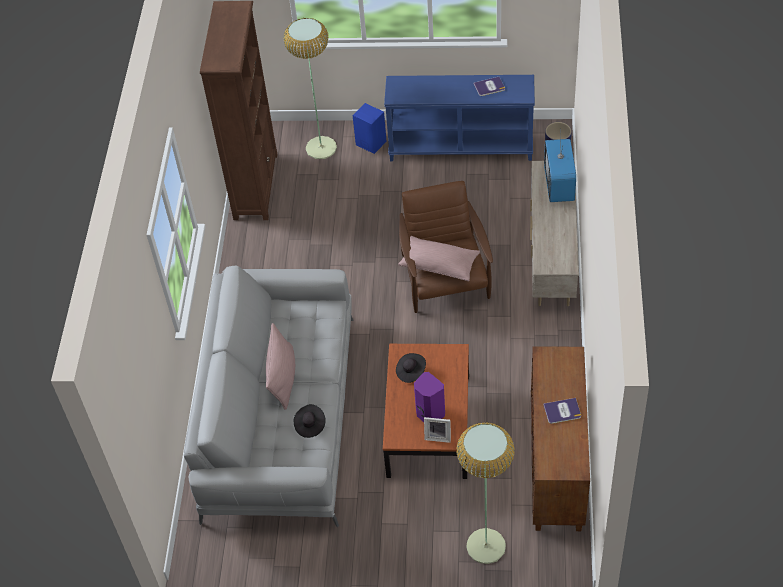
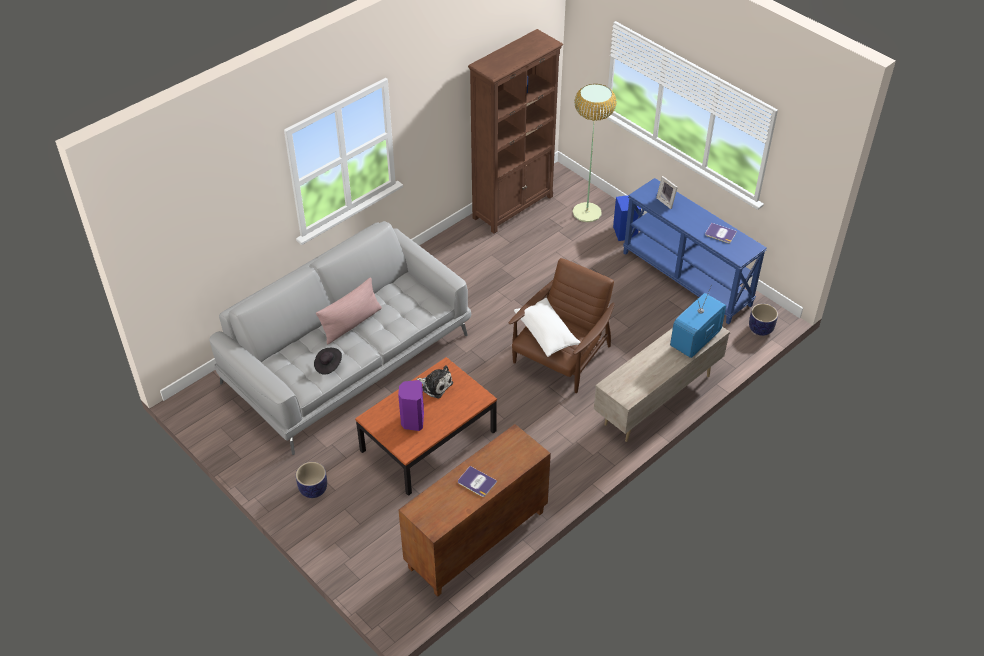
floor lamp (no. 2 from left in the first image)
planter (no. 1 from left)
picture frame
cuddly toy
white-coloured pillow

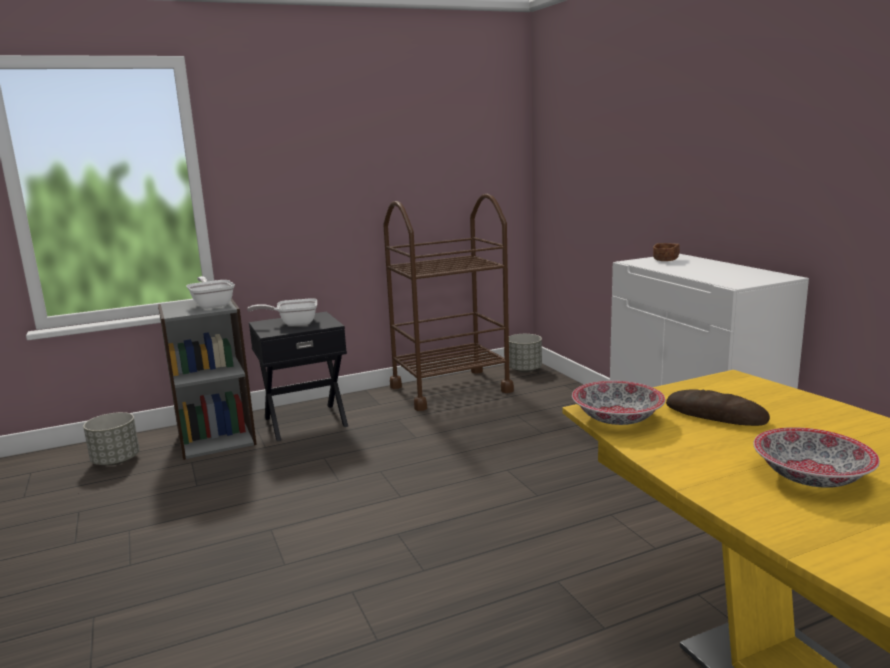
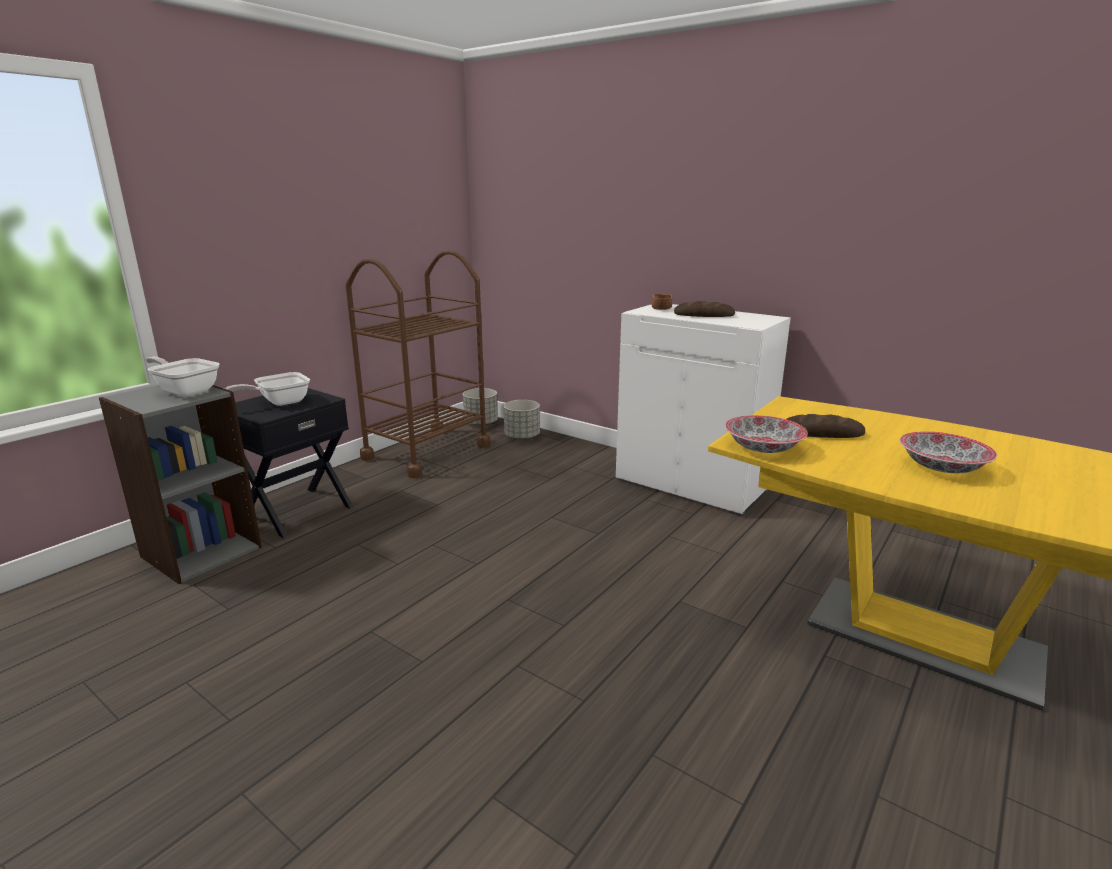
bread (no. 1 from left)
greyish planter (no. 2 from left)

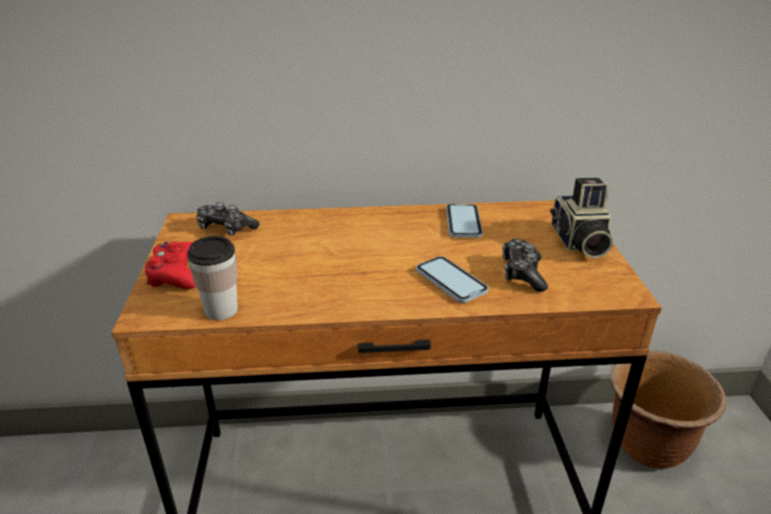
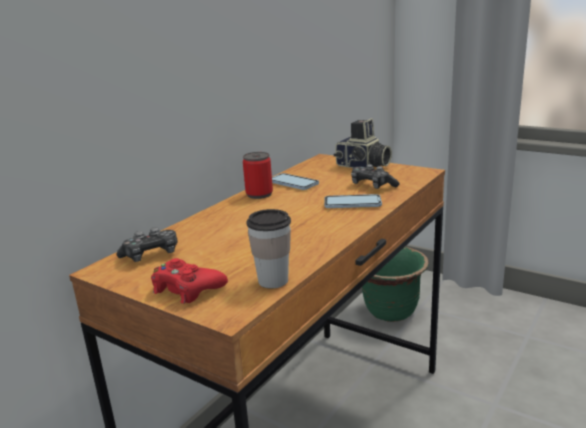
metal can
green-coloured planter

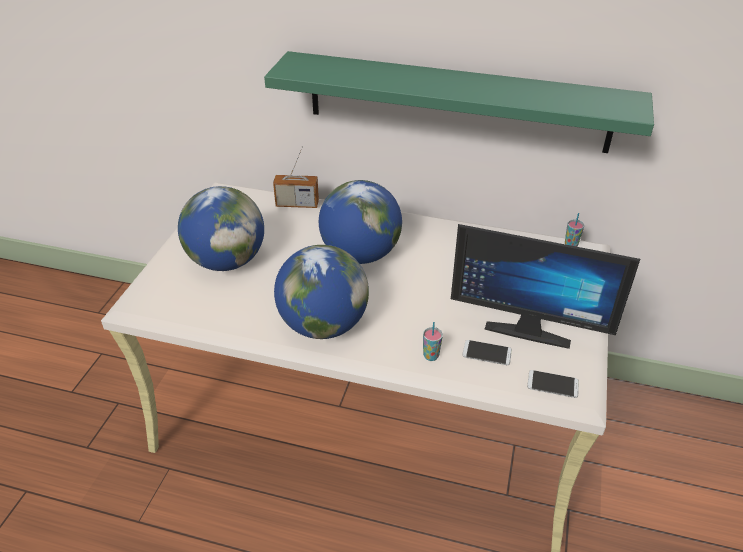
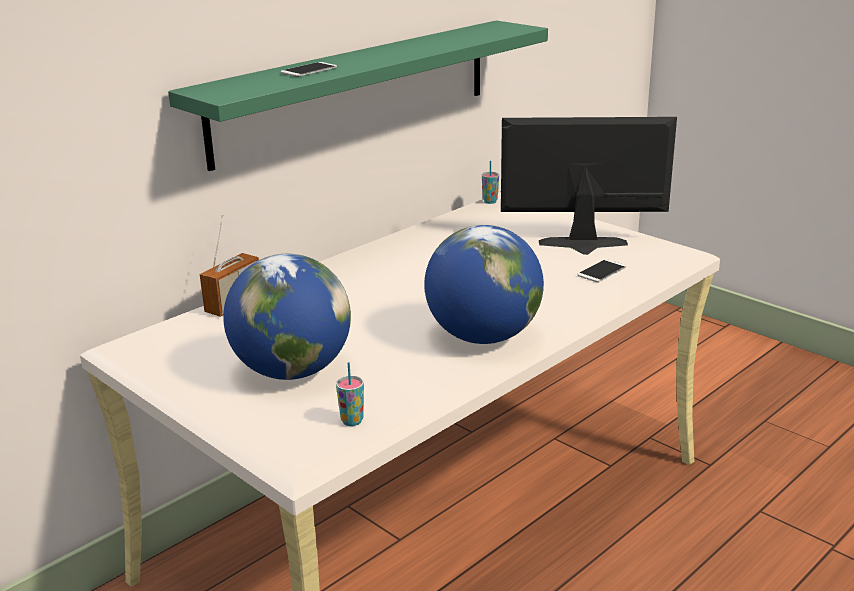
globe (no. 3 from left in the first image)
cup (no. 1 from left)
telephone (no. 1 from left)
computer display

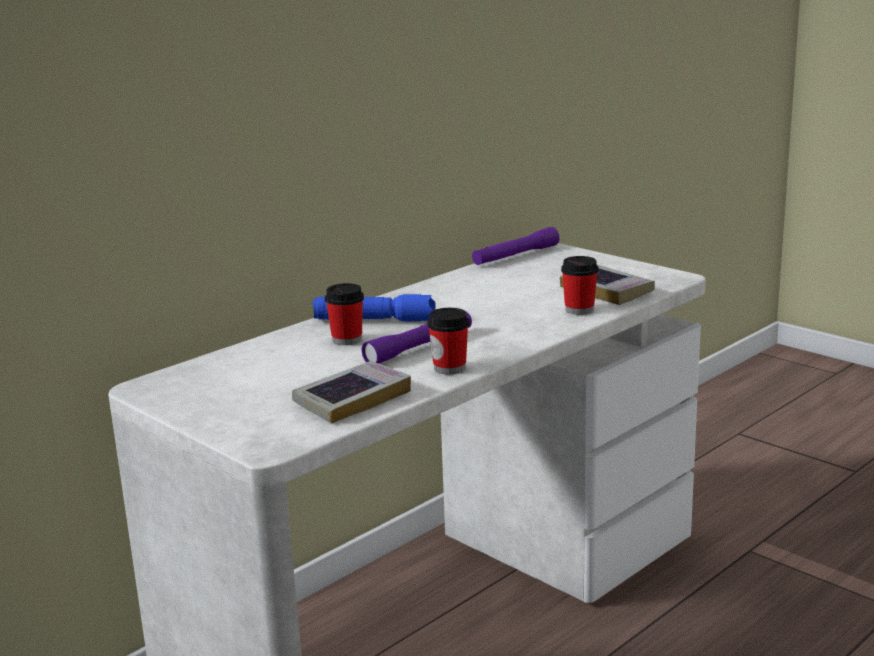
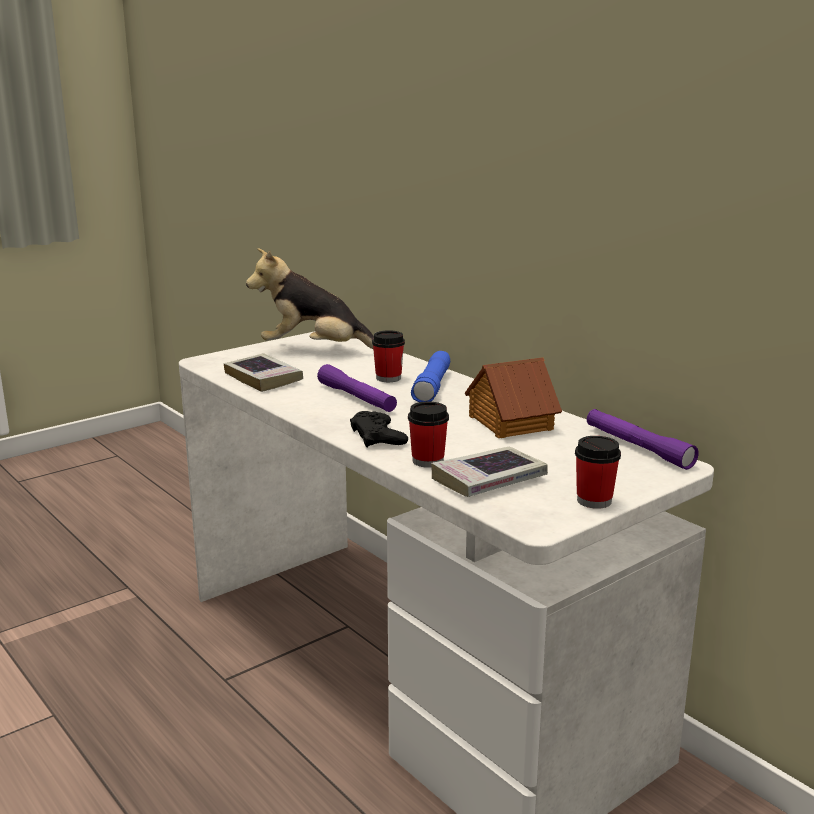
cuddly toy
blackish gamepad
miniature house
cup (no. 3 from left)

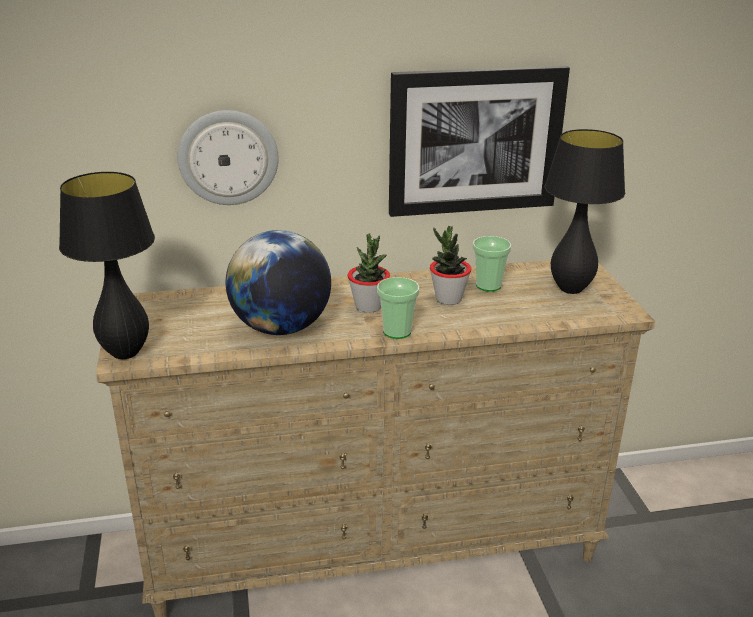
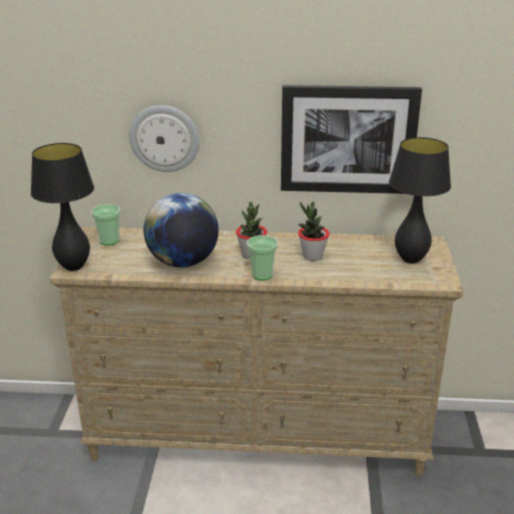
cup (no. 1 from left)

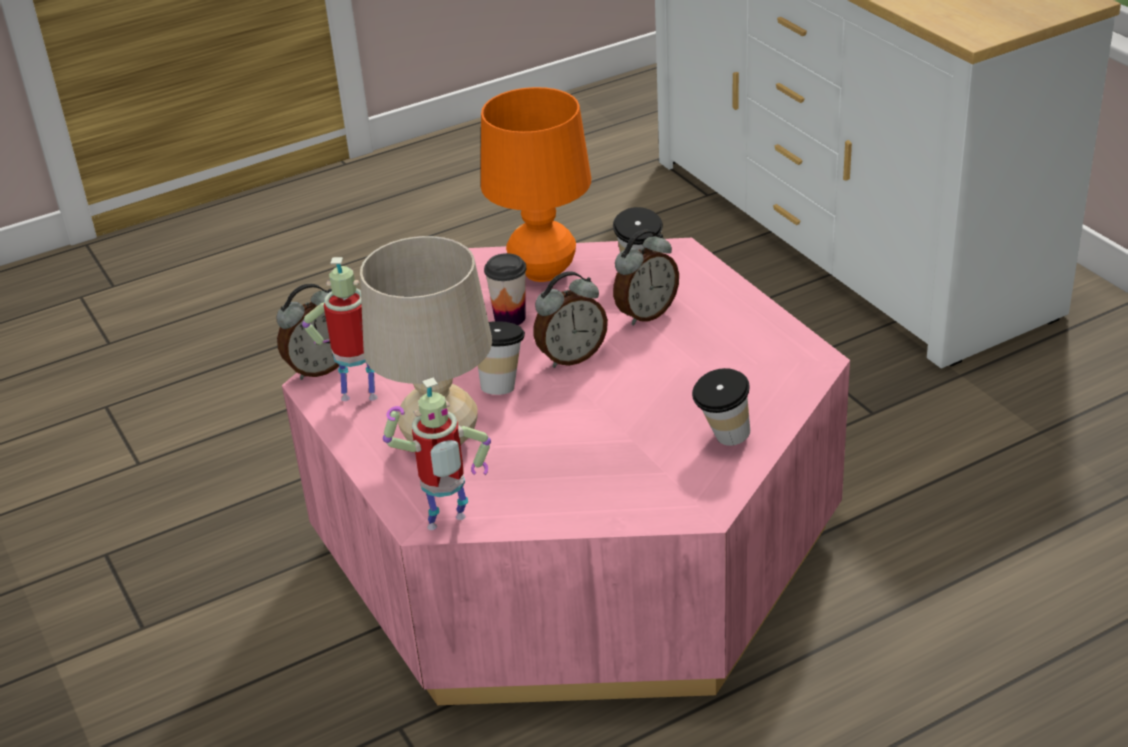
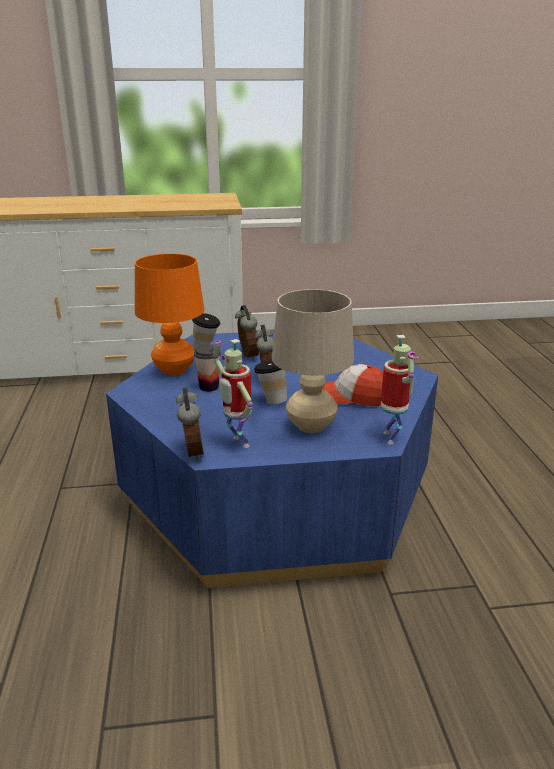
cup (no. 4 from left in the first image)
peaked cap
bluish low table
robot figure (no. 1 from left)

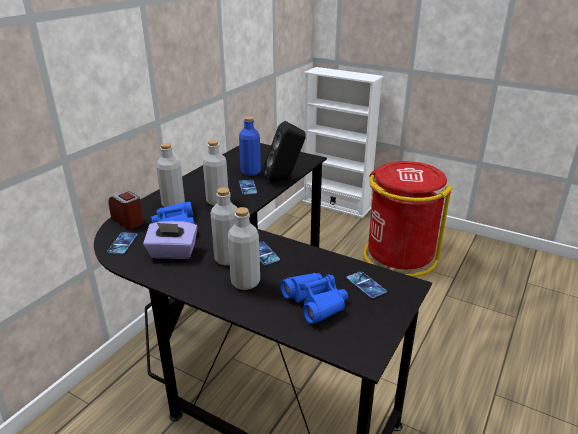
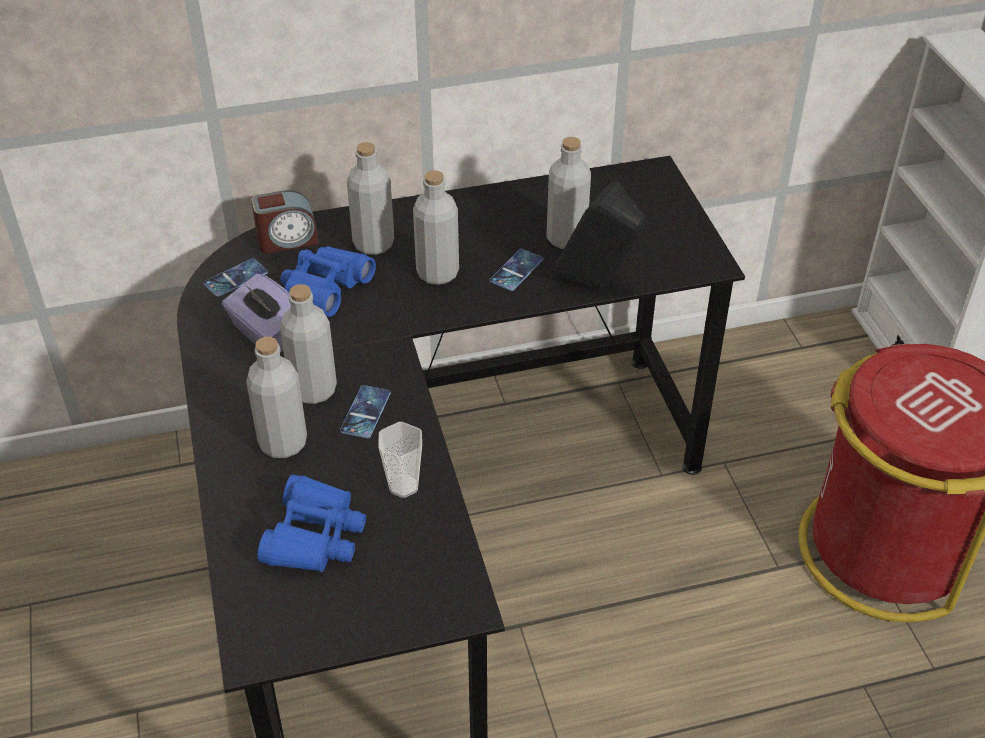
telephone (no. 4 from left in the first image)
cup
greyish beverage bottle (no. 5 from left)
bedside clock

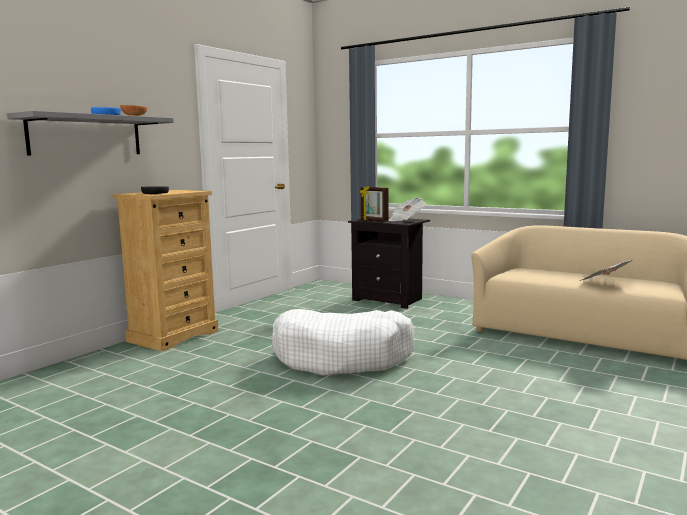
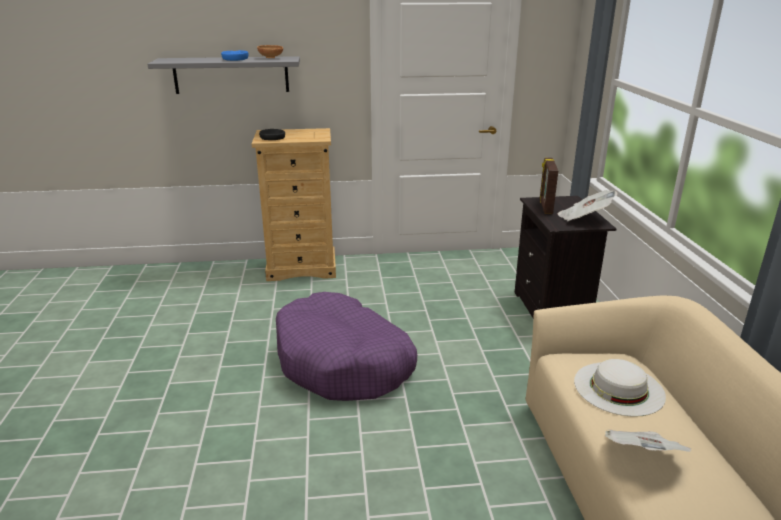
white-coloured wearable hat
purplish dog bed

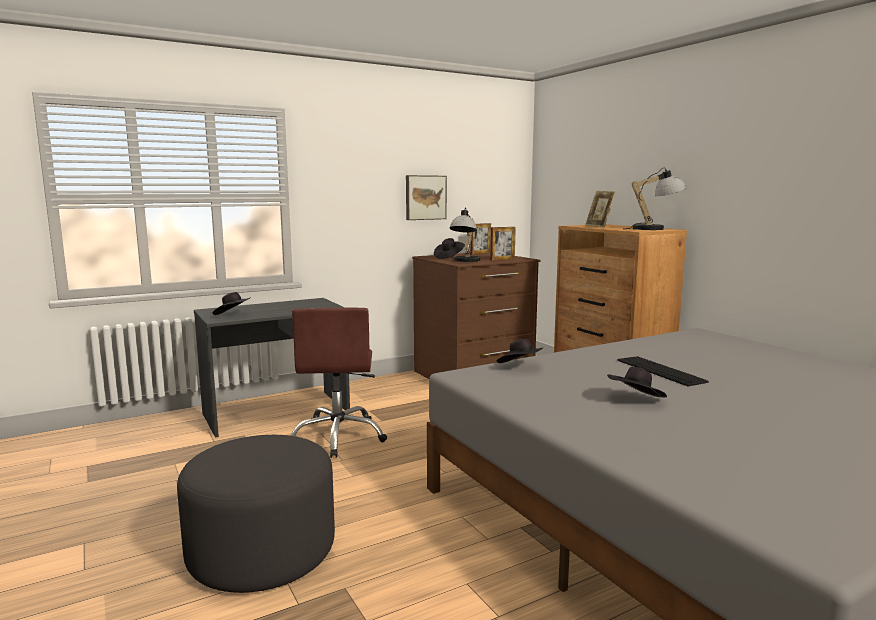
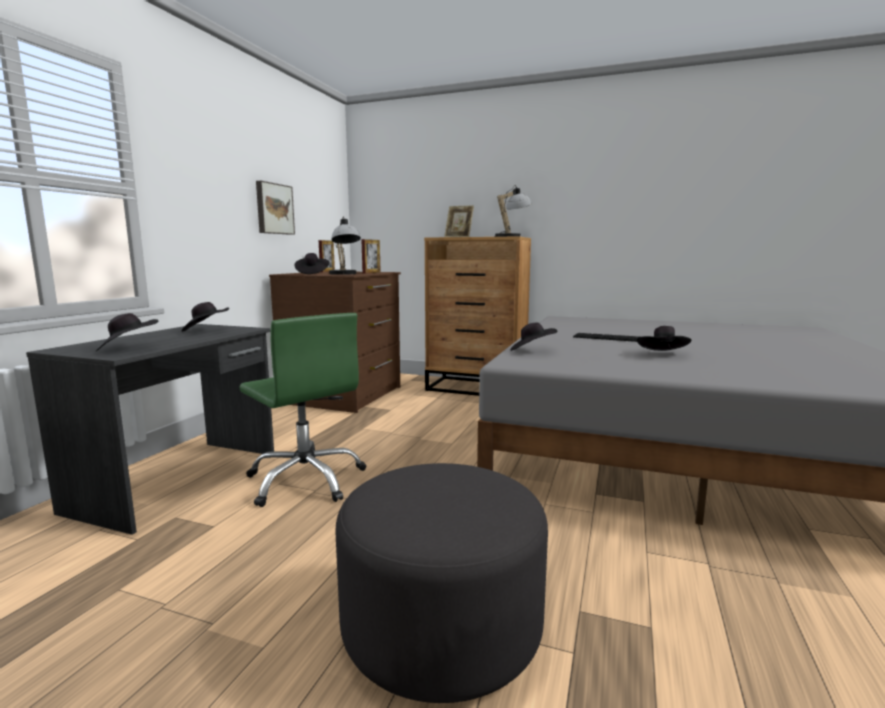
blackish wearable hat (no. 2 from left)
green-coloured desk chair

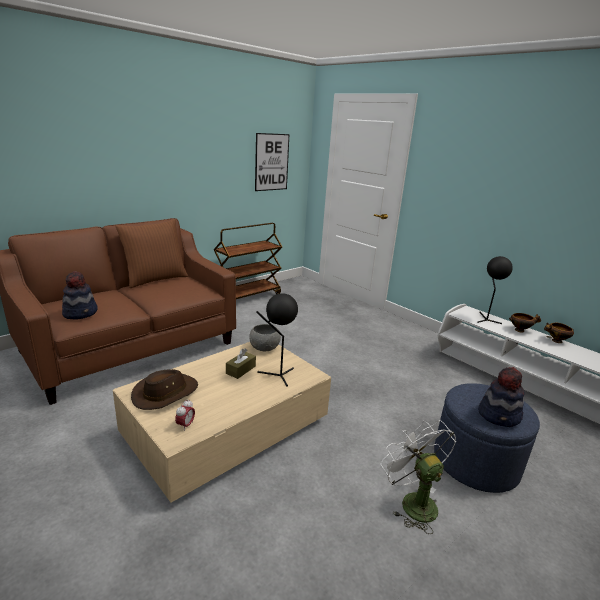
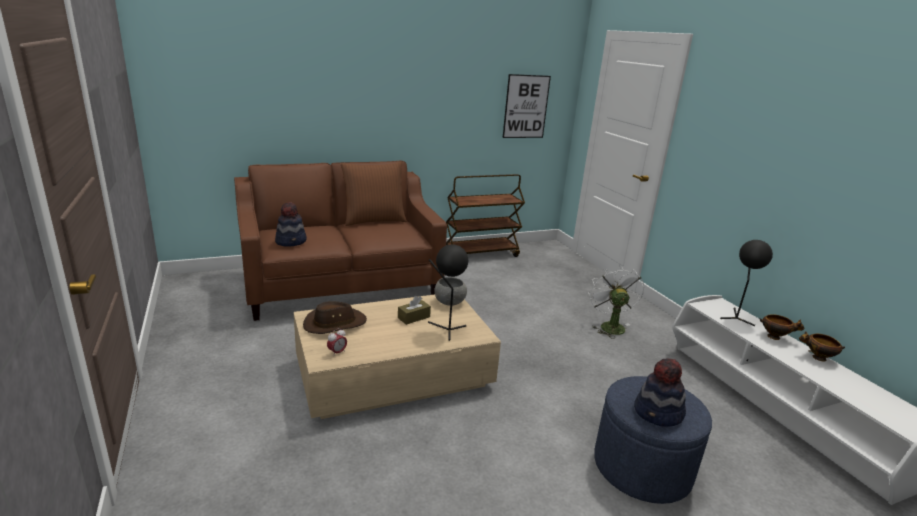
white-coloured cooling fan

